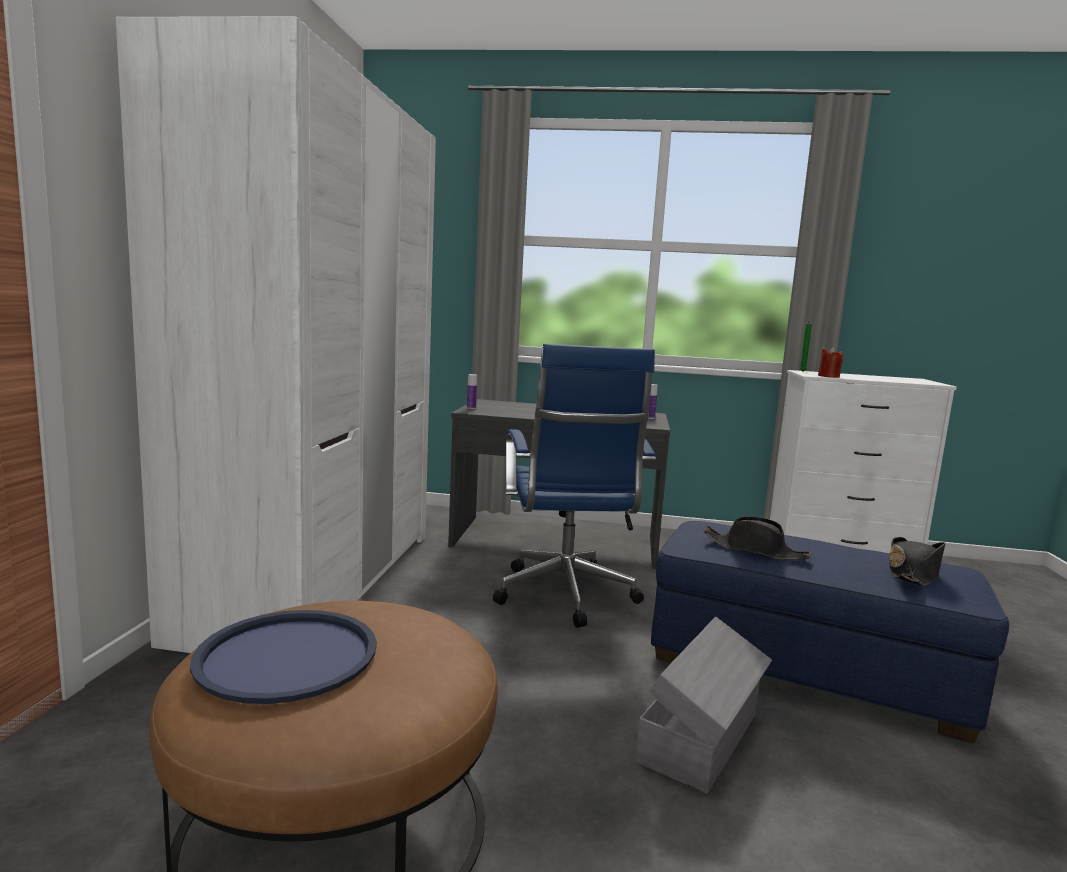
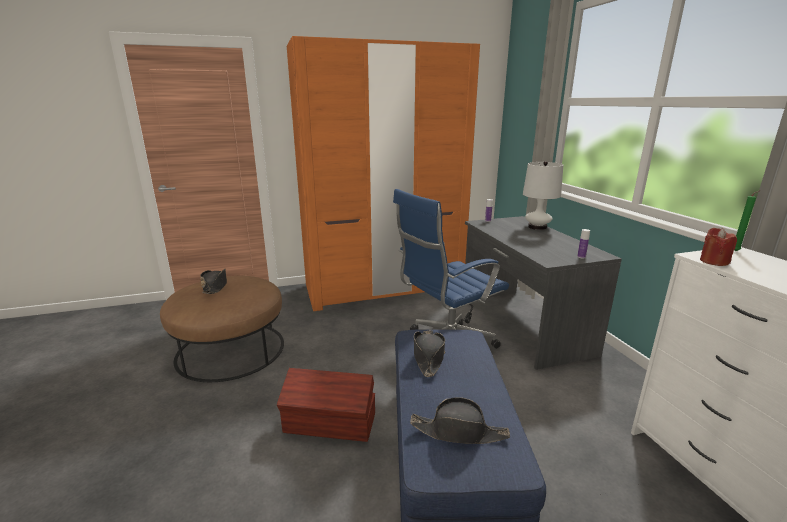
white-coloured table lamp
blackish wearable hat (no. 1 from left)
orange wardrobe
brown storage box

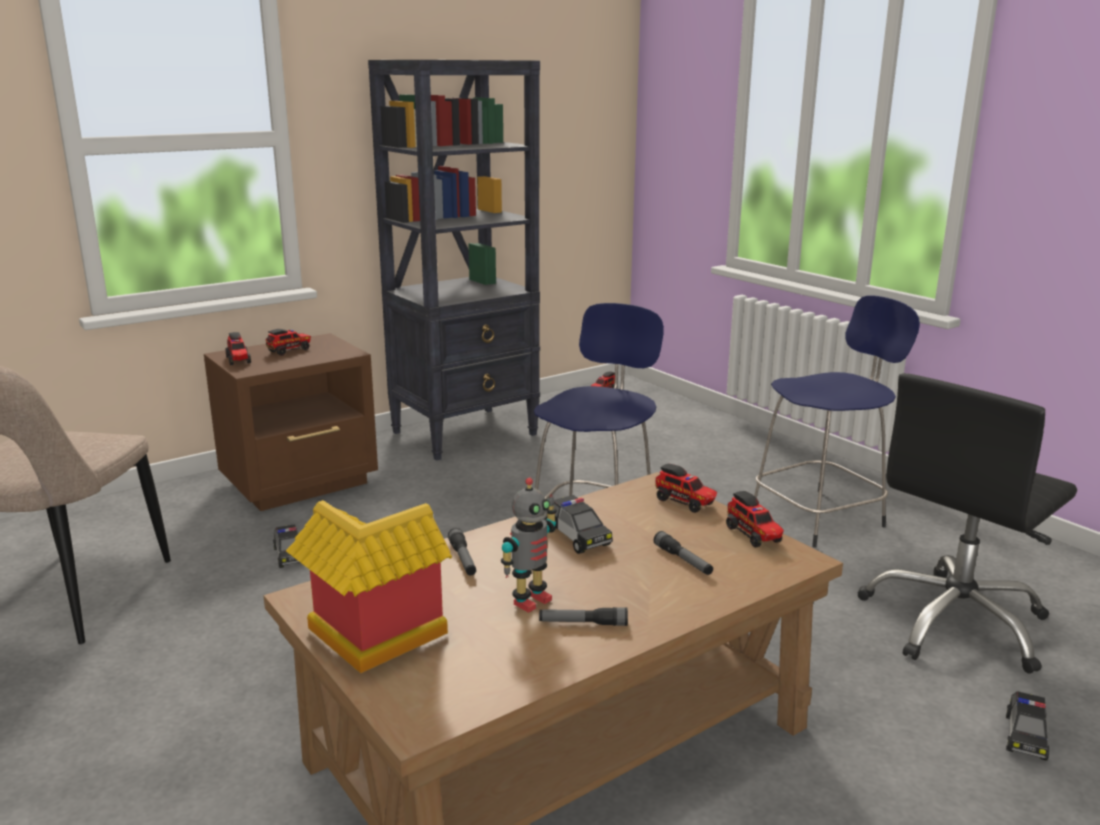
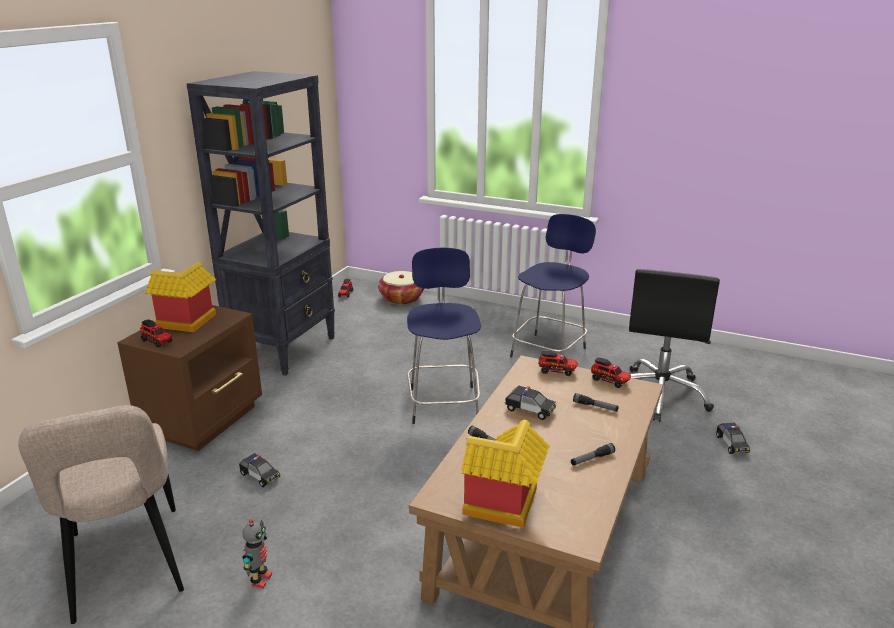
storage basket
robot figure
miniature house (no. 1 from left)

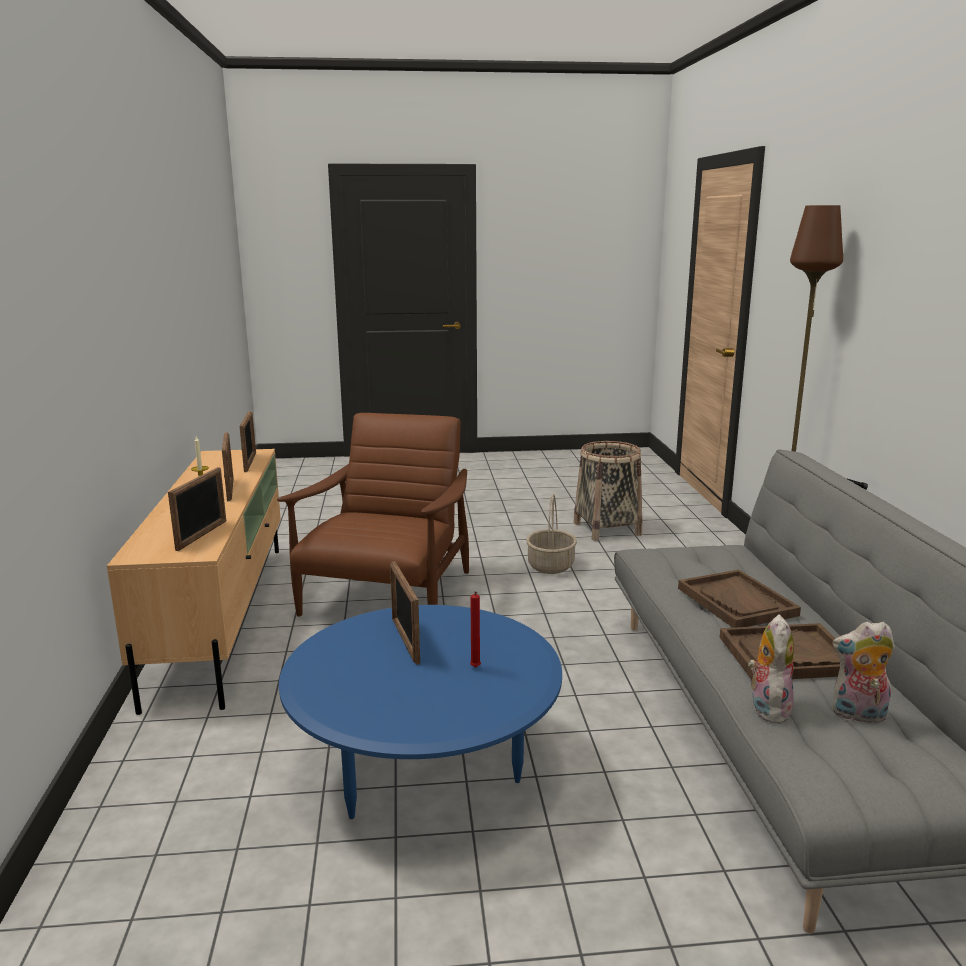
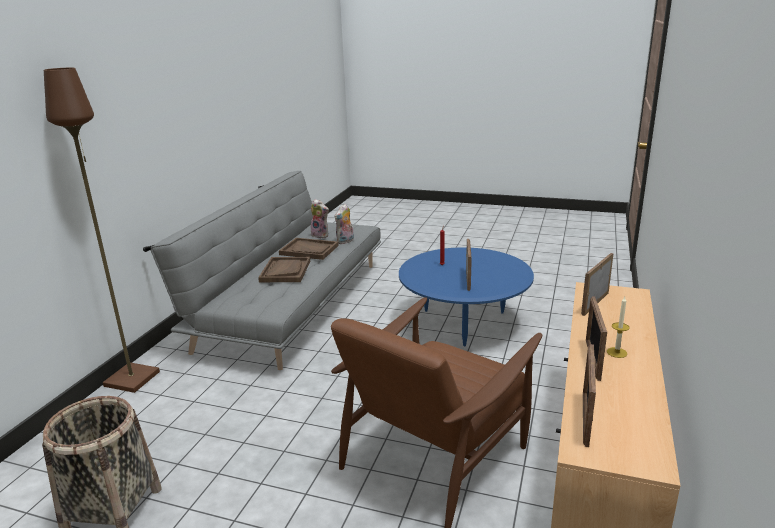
storage basket (no. 1 from left in the first image)

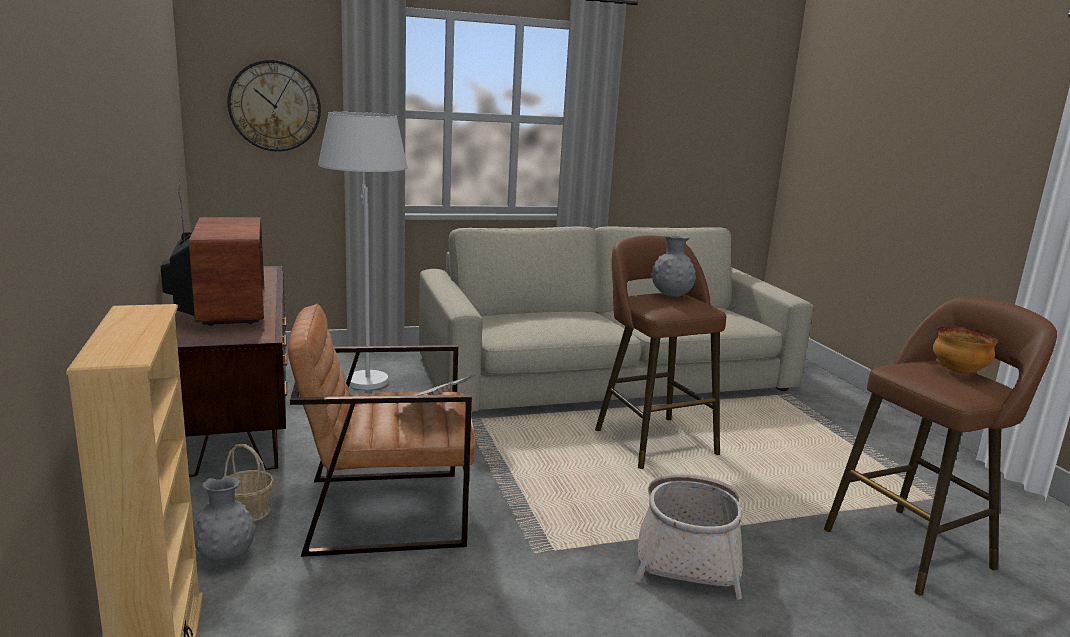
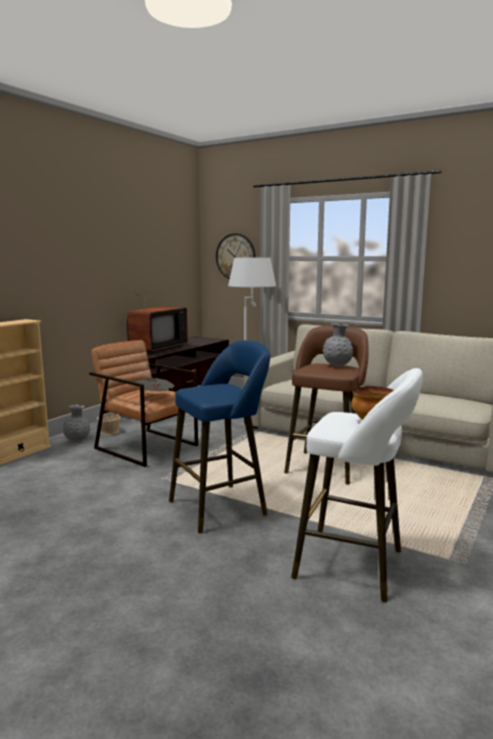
bluish sitting stool
white-coloured sitting stool

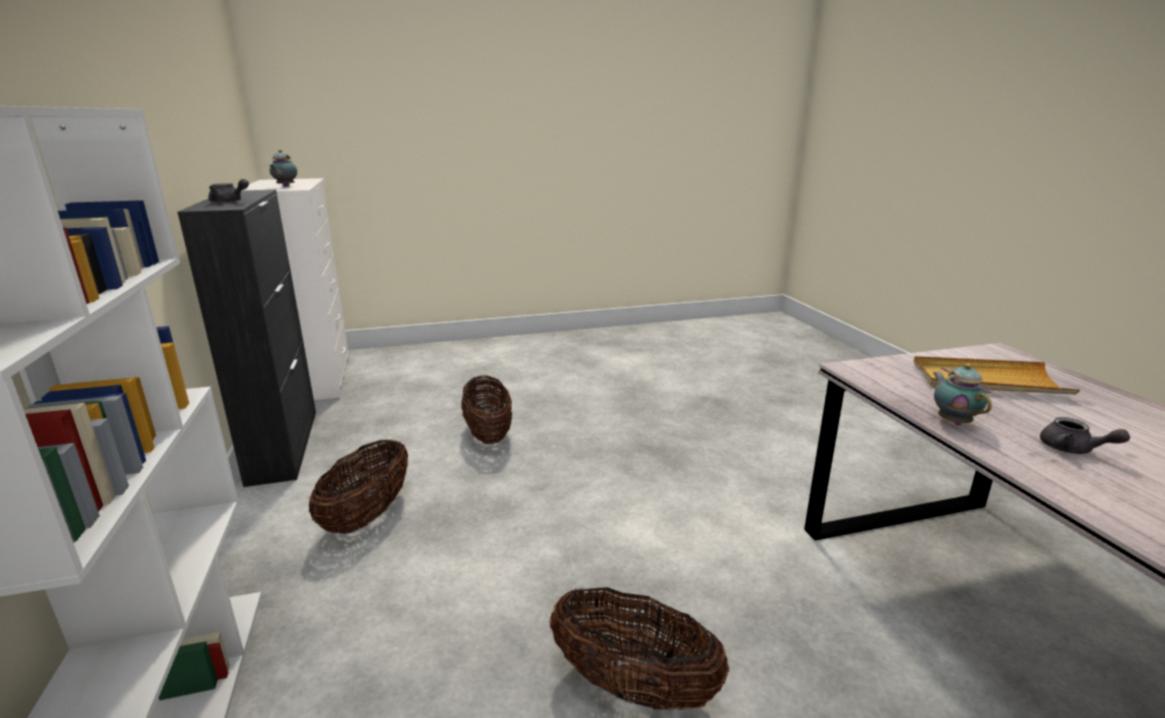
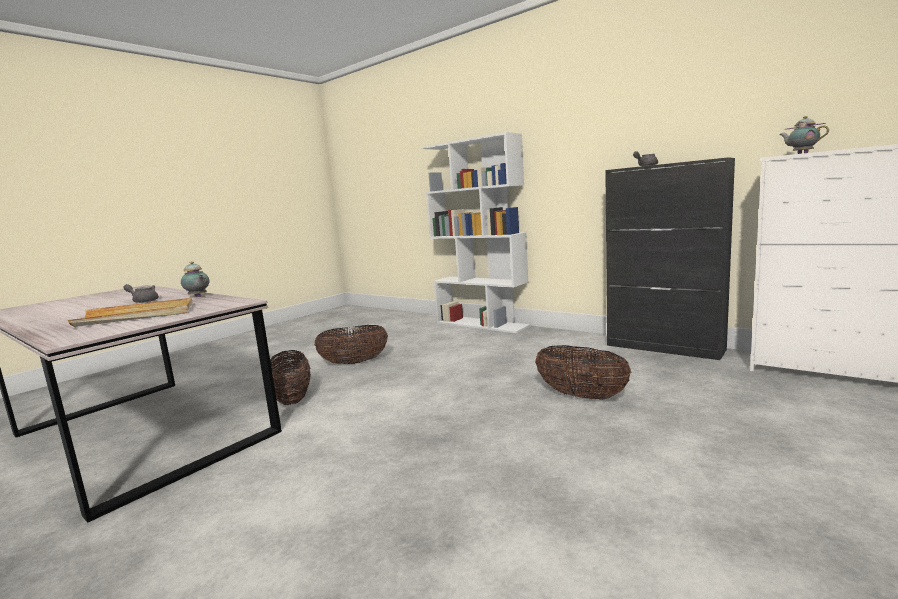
storage basket (no. 1 from left)

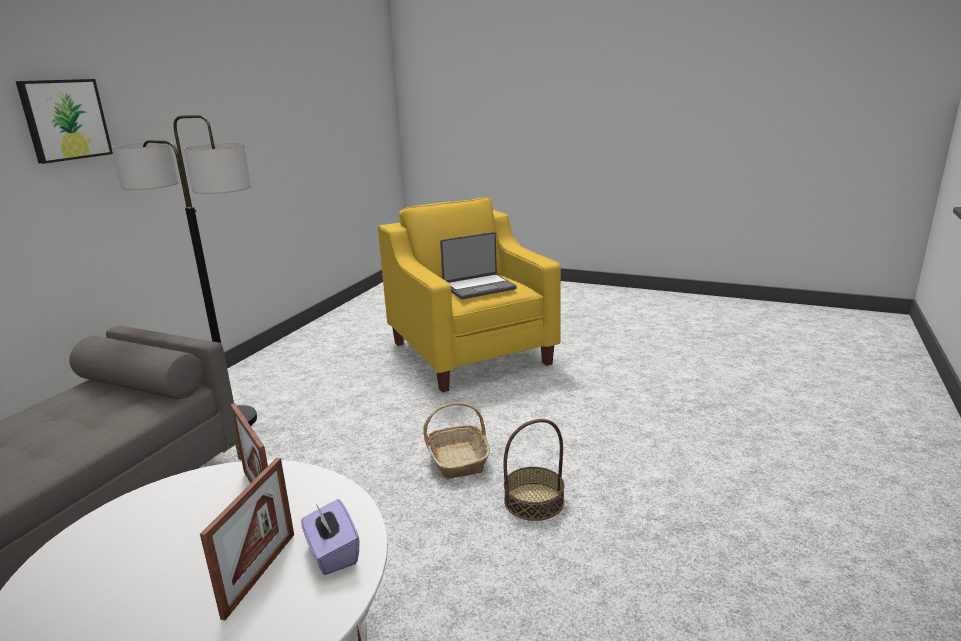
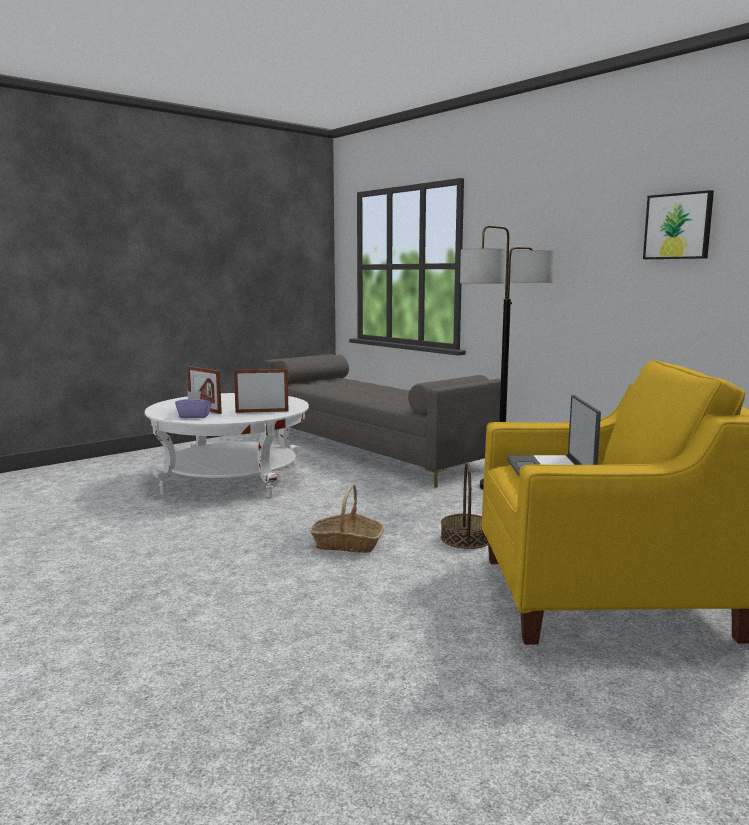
wall art
storage basket (no. 2 from left)

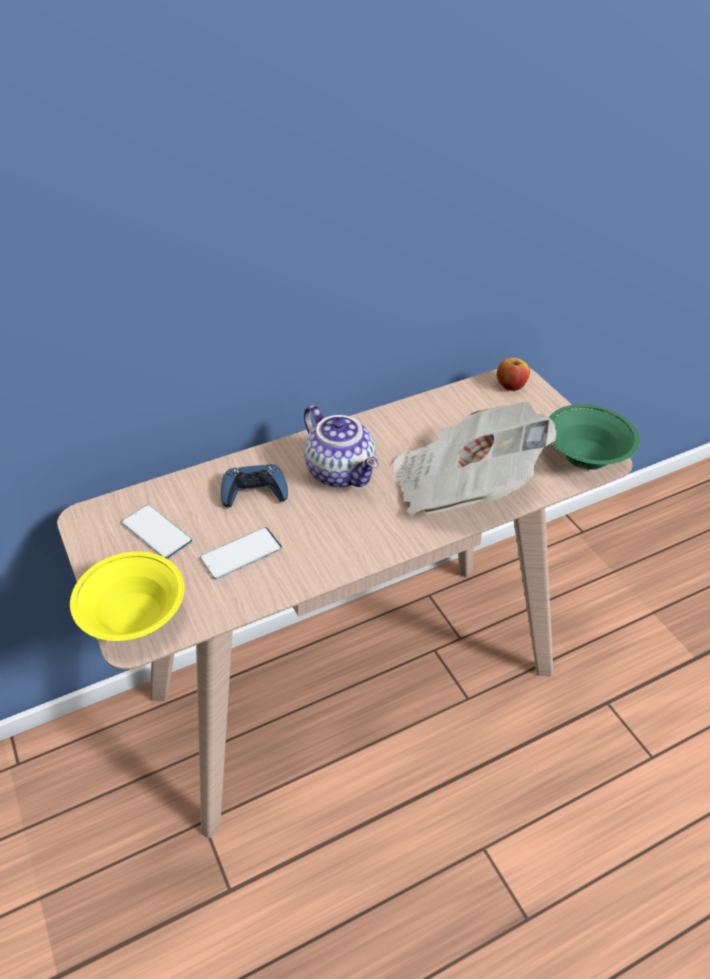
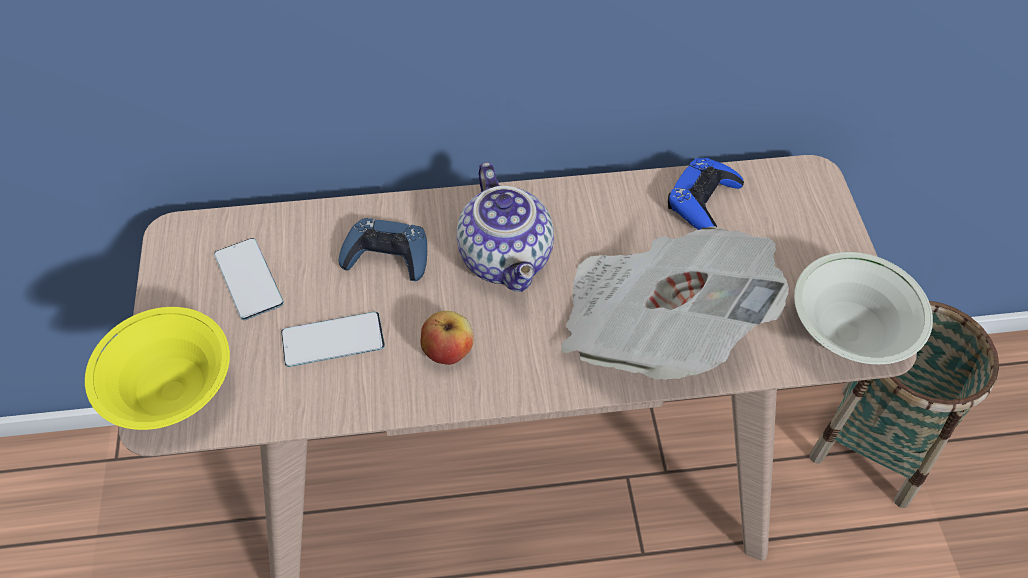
bluish gamepad (no. 2 from left)
storage basket
apple fruit
white-coloured bowl

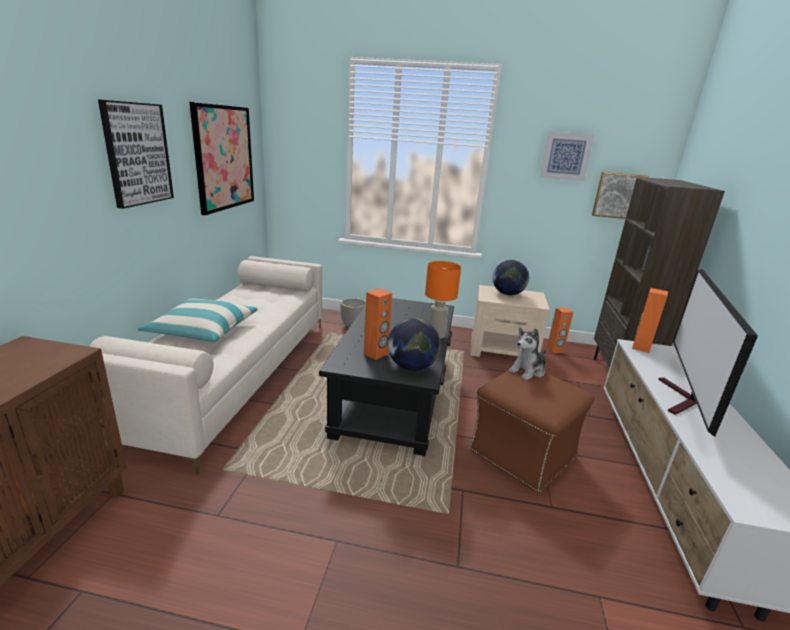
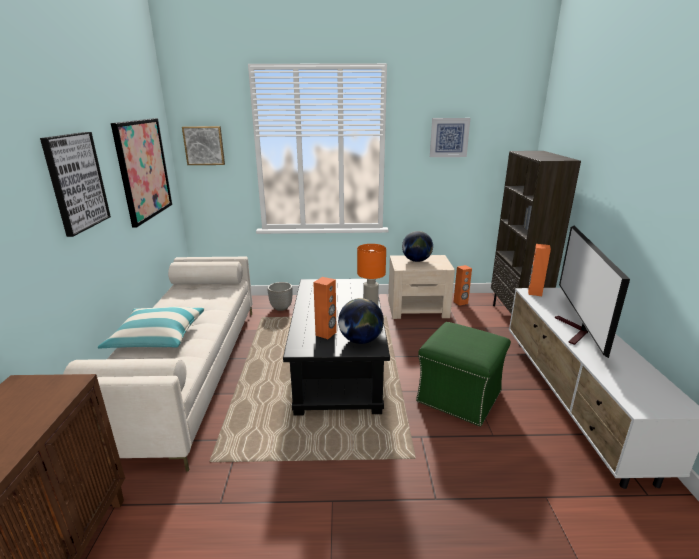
cuddly toy
wall art (no. 3 from left)
green-coloured footrest

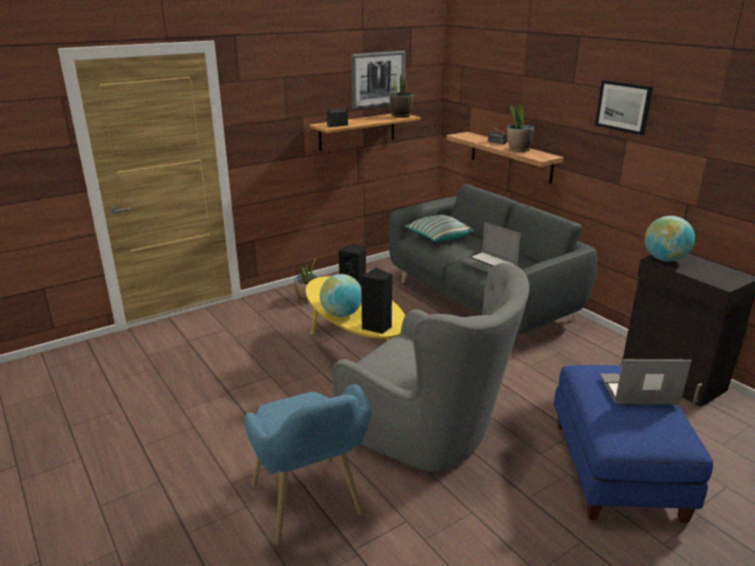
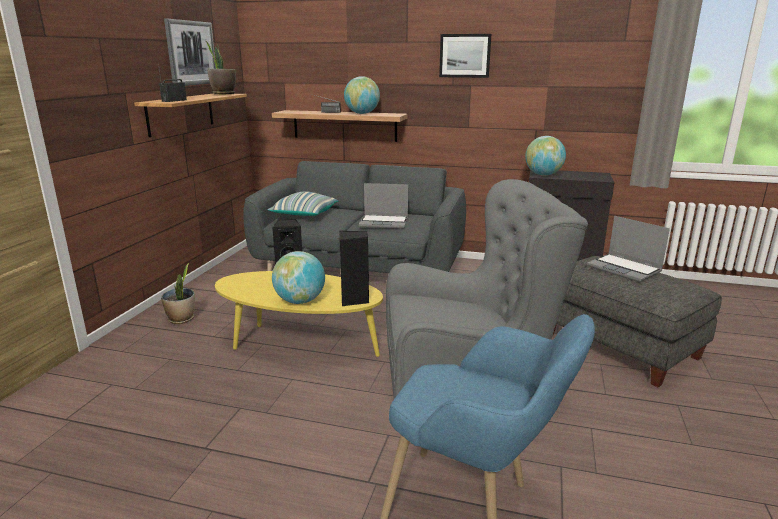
globe (no. 2 from left)
greyish footrest
notebook computer (no. 2 from left)

